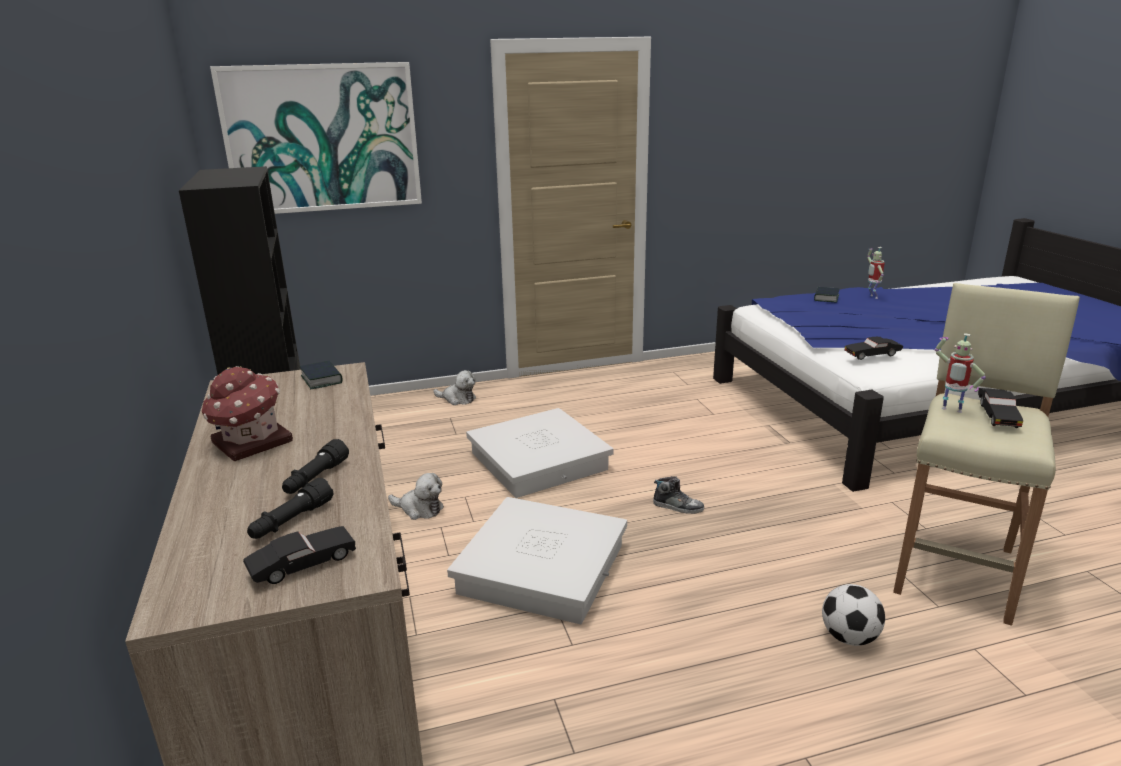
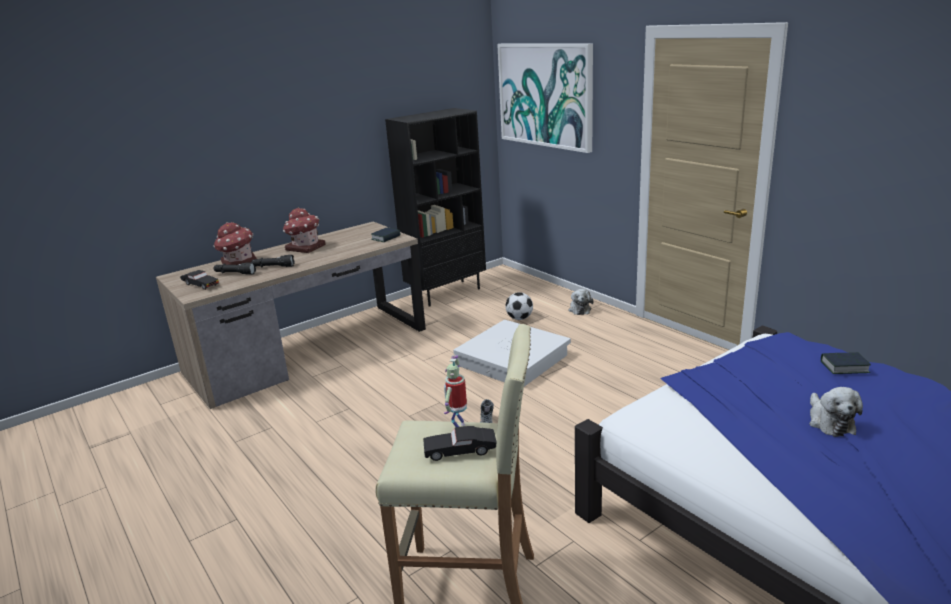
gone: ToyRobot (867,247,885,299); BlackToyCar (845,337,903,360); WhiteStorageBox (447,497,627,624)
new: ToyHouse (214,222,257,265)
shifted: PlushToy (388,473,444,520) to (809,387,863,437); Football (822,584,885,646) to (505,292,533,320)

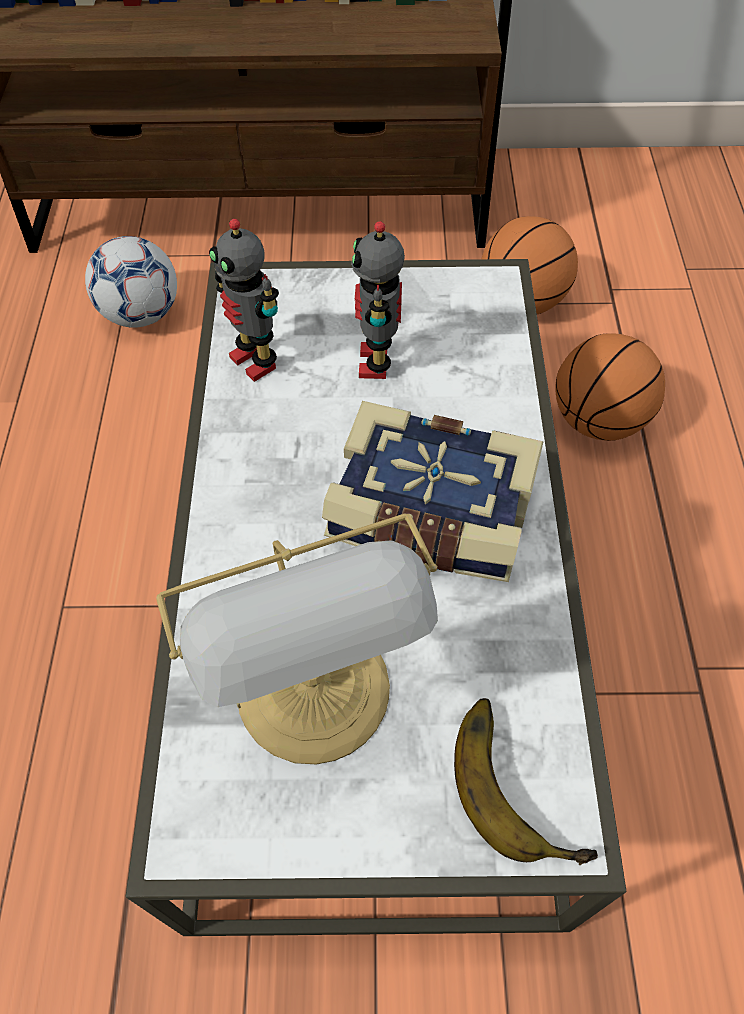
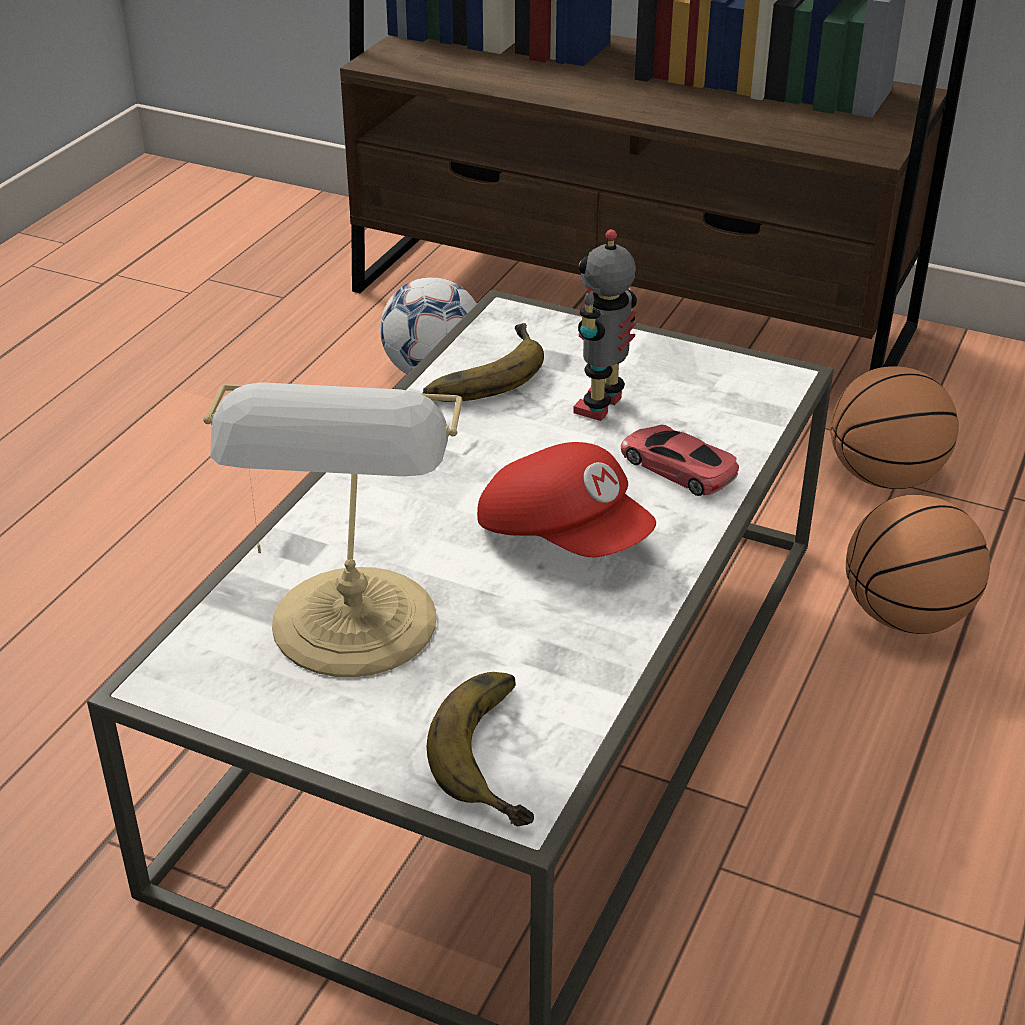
new: RedToyCar (621,425,739,496)
swapped: ToyRobot (209,219,279,382) to Banana (423,323,544,402); Book (322,401,543,582) to RedCap (477,442,656,557)

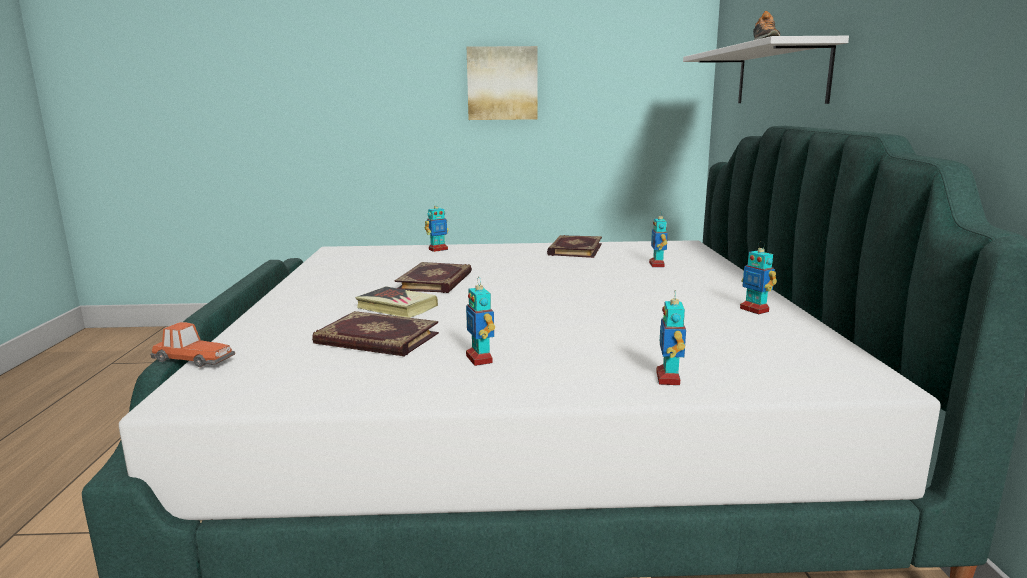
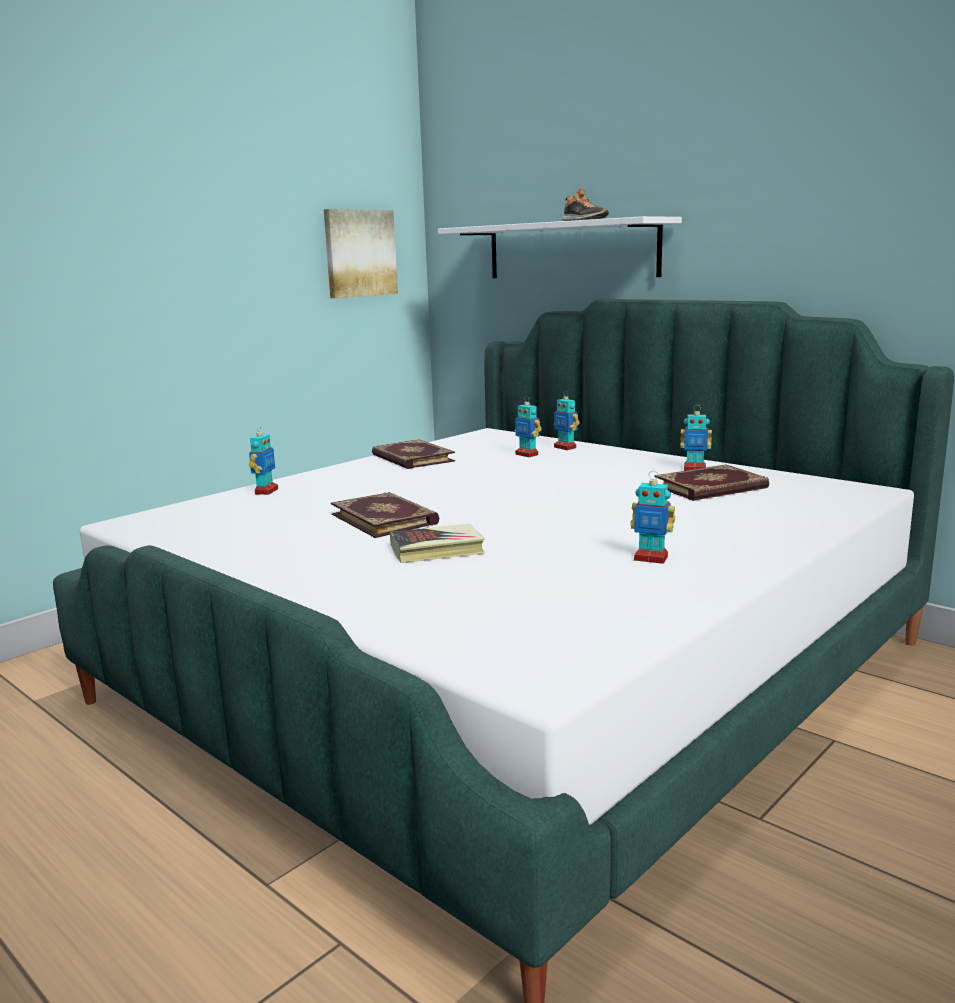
gone: ToyCar (150,322,236,367)
shifted: Picture (467,46,537,120) to (324,209,398,298); ToyRobot (656,290,686,385) to (554,395,580,450); Book (312,311,439,356) to (655,465,769,501)

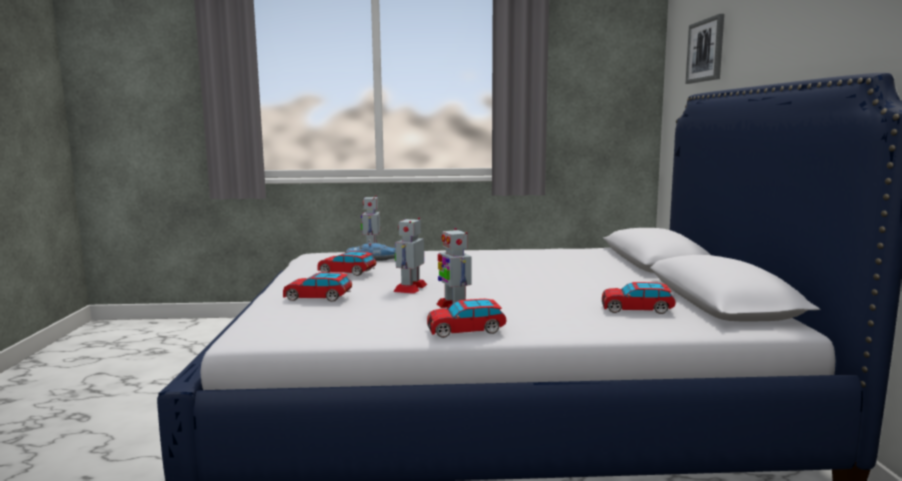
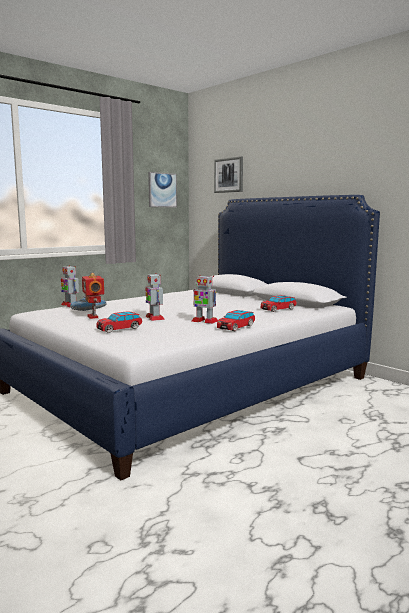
new: Picture (148,172,177,208)
swapped: ToyCar (317,251,376,276) to ToyRobot (82,273,104,319)

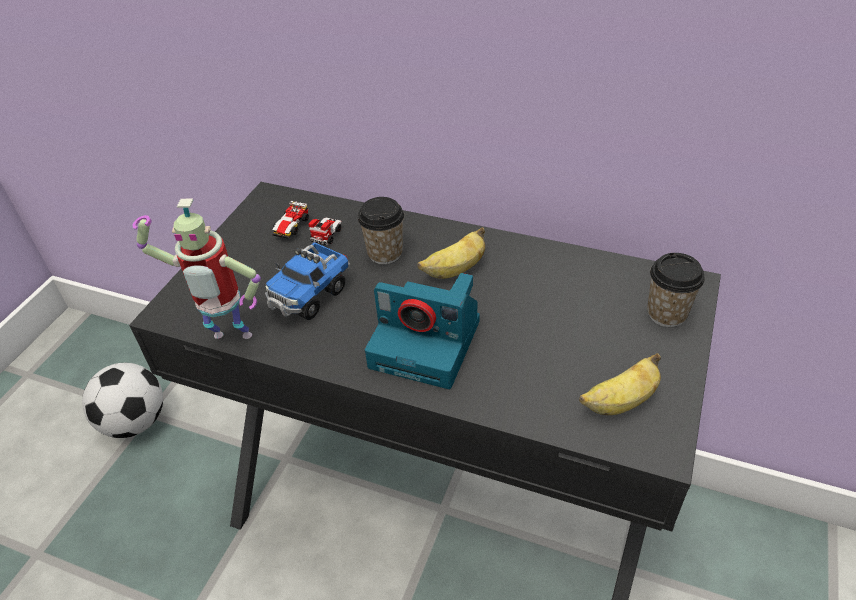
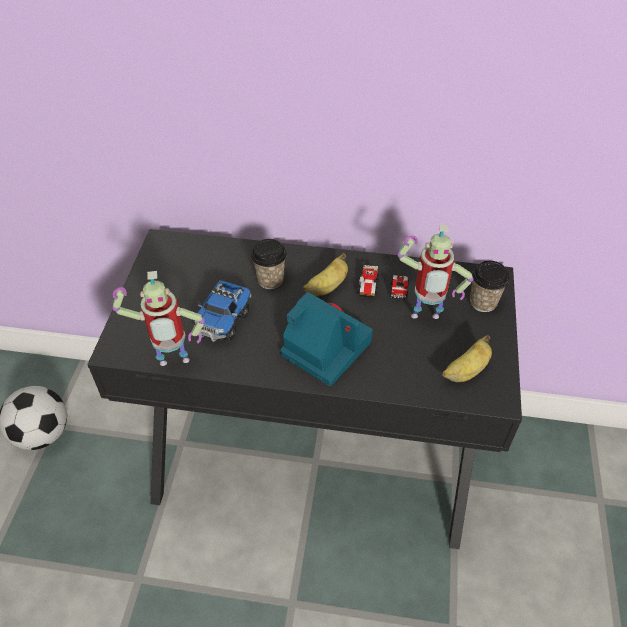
new: ToyRobot (397,225,474,319)
shifted: ToyCar (272,201,342,245) to (357,265,409,299)
rotated: PhotoCamera (365,273,479,389) = (280,292,373,386) 150 degrees counterclockwise

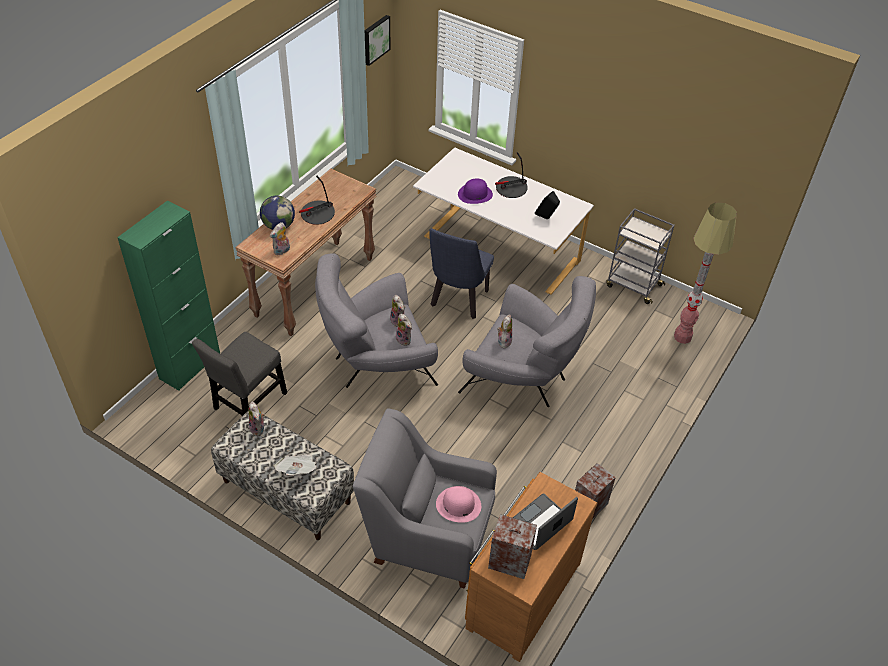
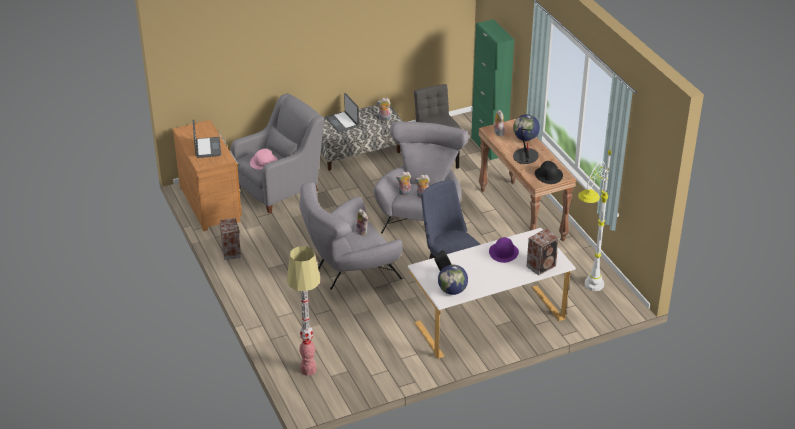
gone: Picture (365,15,391,66); TableLamp (495,152,528,198); GreyCart (606,208,675,304)
new: WhiteFloorLamp (578,147,612,291); BlackHat (535,161,563,184); Globe (438,265,468,295)
shifted: Speaker (488,514,537,579) to (526,229,559,276)
swapped: Newspaper (274,454,317,475) to Laptop (325,93,359,133)

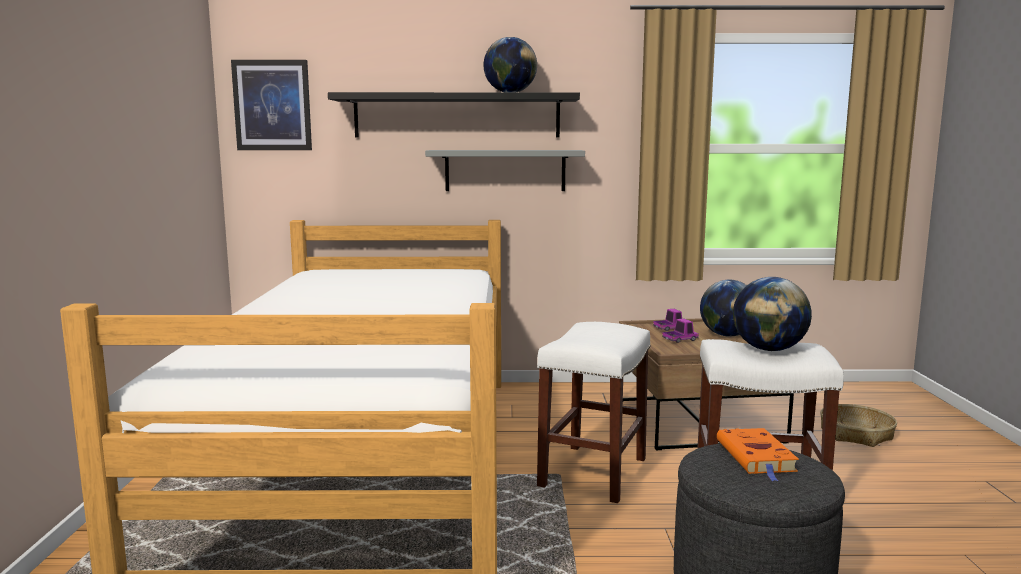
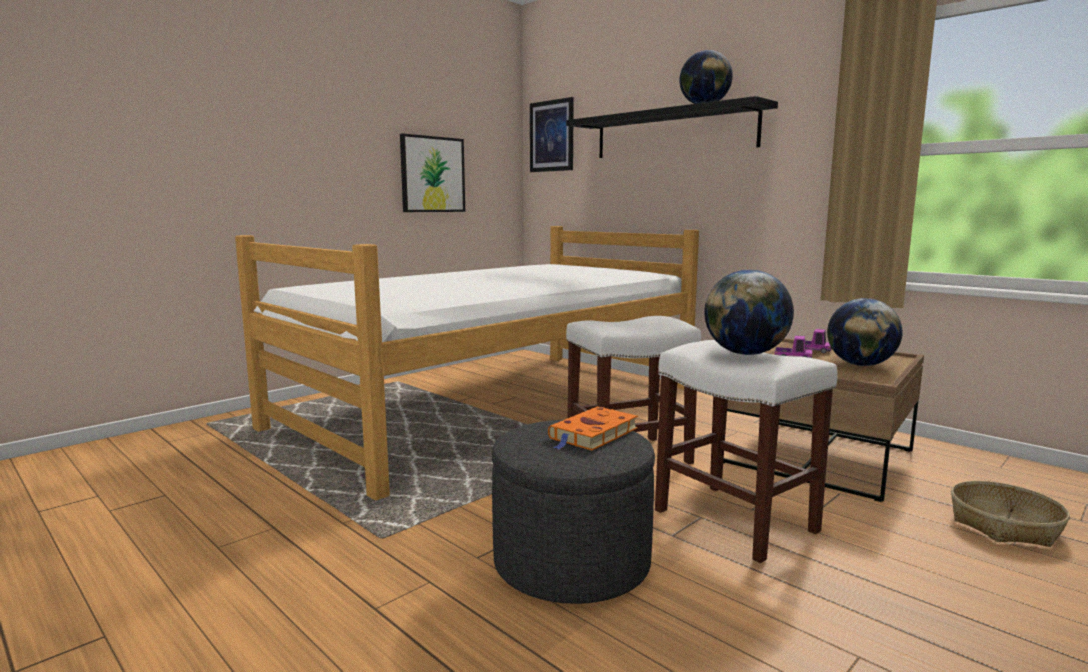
gone: GreyShelf (425,150,585,191)
new: Picture (400,133,465,212)

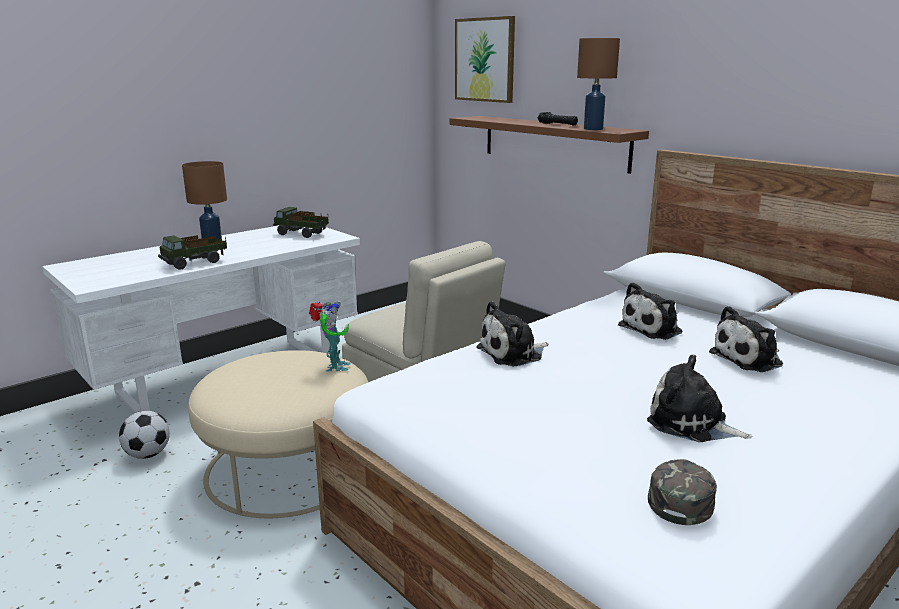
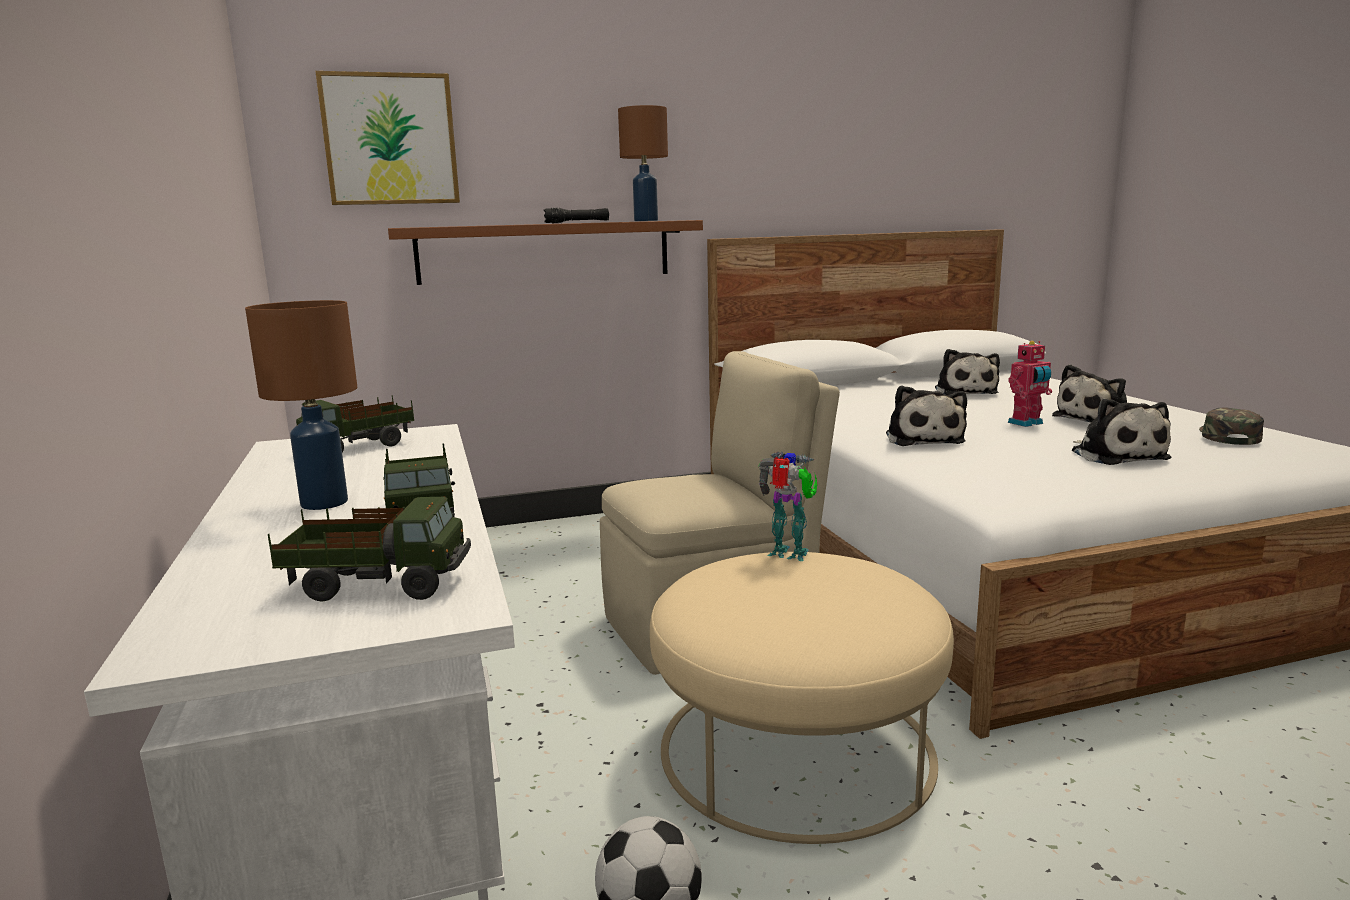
new: ToyRobot (1008,341,1052,427); ToyTruck (268,497,471,601)
shifted: PlushToy (618,282,682,340) to (1072,398,1171,465)
rotated: GreenCap (648,459,717,525) = (1199,408,1264,445) 60 degrees clockwise

